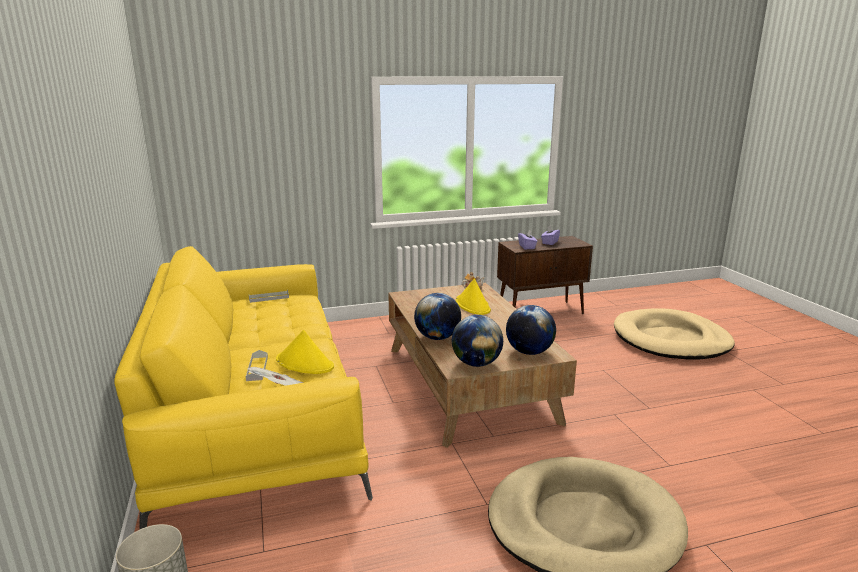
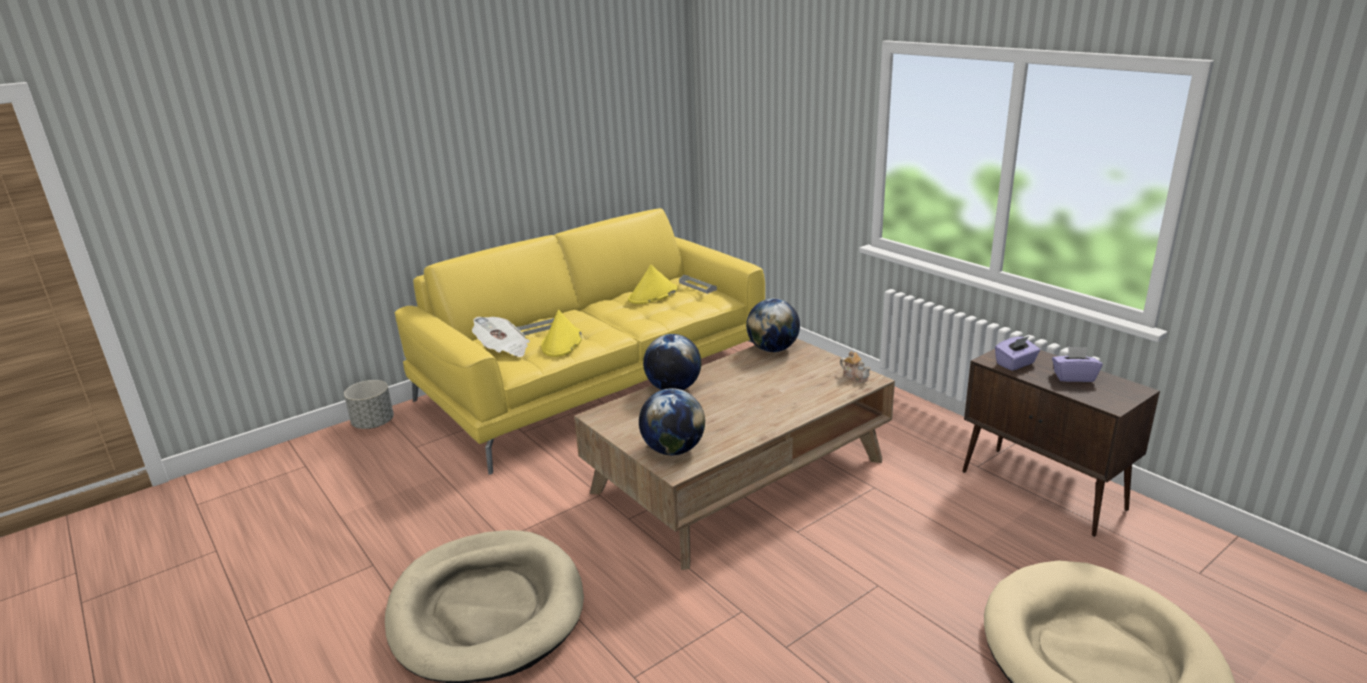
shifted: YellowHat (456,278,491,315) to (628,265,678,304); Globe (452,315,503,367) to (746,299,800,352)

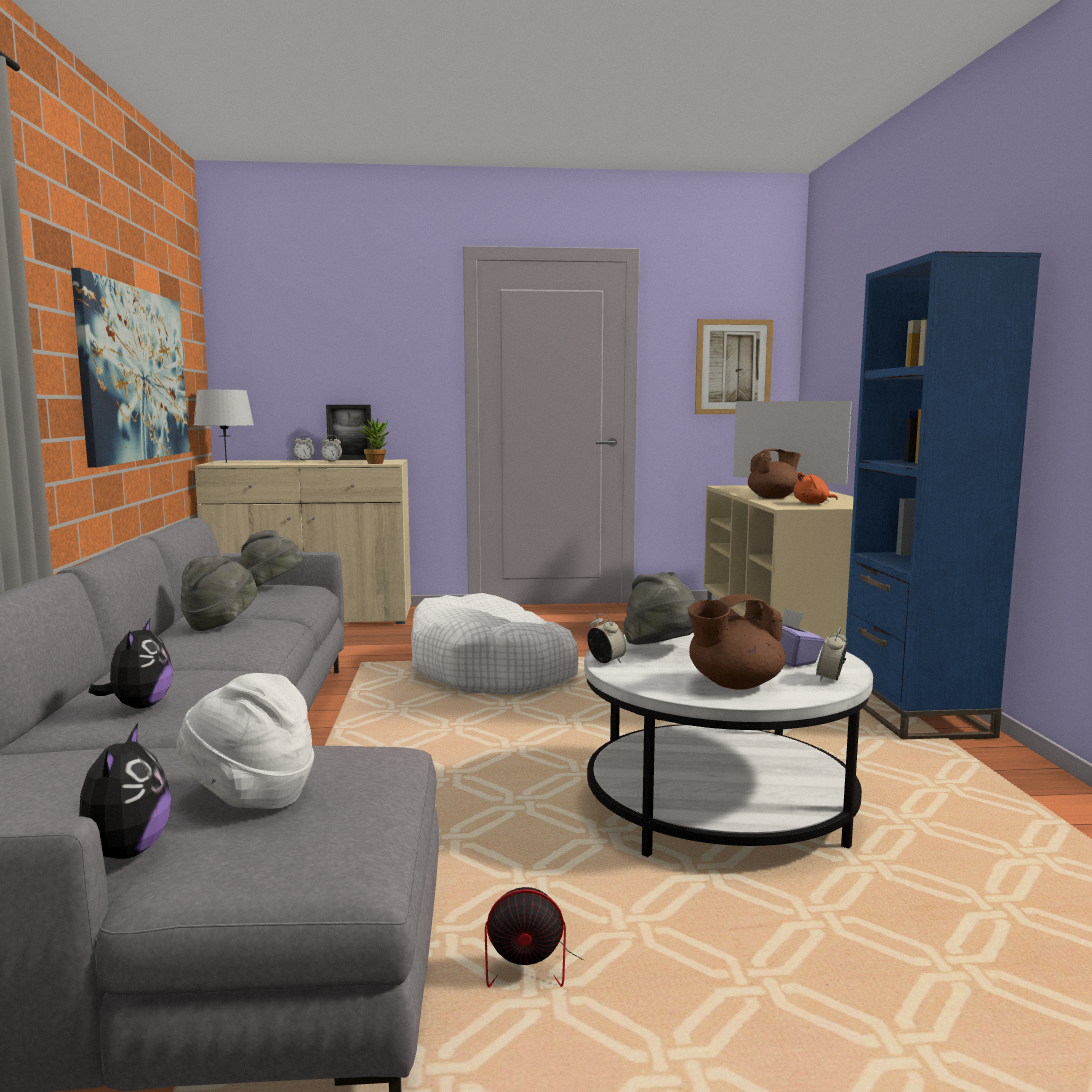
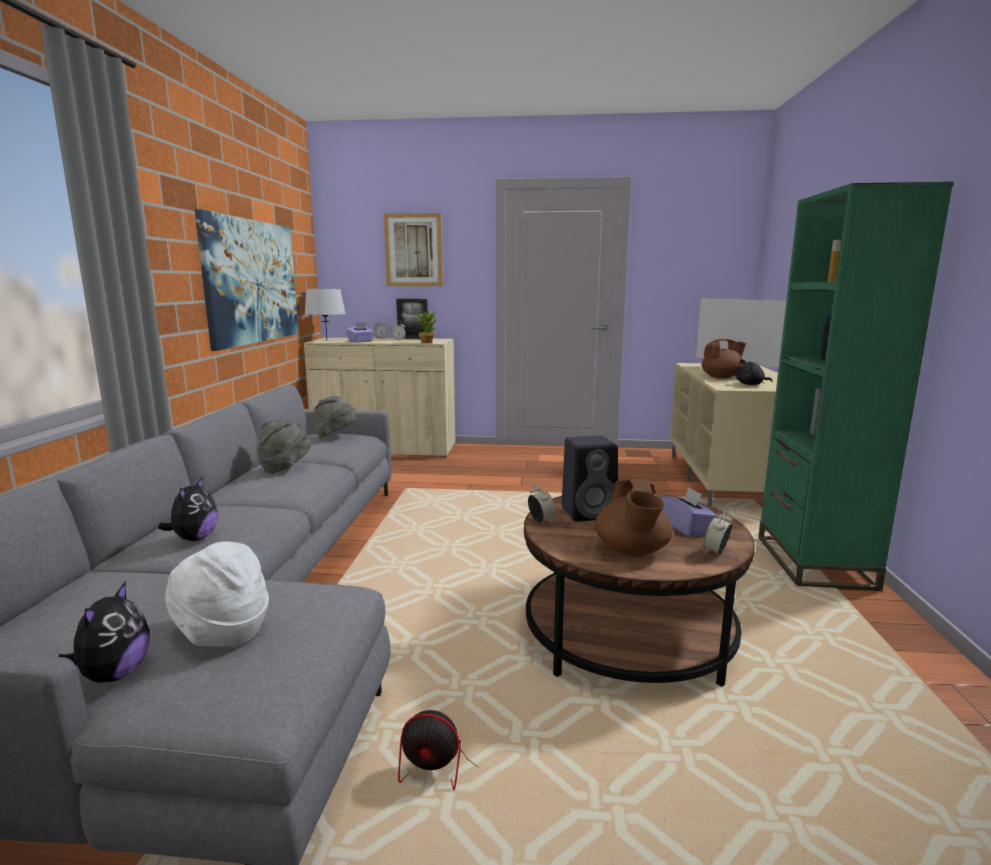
gone: WhiteDogBed (411,593,578,695)
new: PurpleTissueBox (346,322,375,343)
shifted: Picture (695,319,773,414) to (384,213,443,286)
swapped: GreyHat (624,572,698,645) to BlackSpeaker (561,435,618,522)
repainted: BlueBookcase (846,251,1041,740) to GreenBookcase (758,182,954,591); OrangePlushToy (793,472,838,504) to BlackPlushToy (735,359,773,385); WhiteCoffeeTable (584,632,873,857) to BrownCoffeeTable (524,490,755,687)
rotated: BrownTeapot (688,594,785,690) = (595,479,673,557) 75 degrees counterclockwise

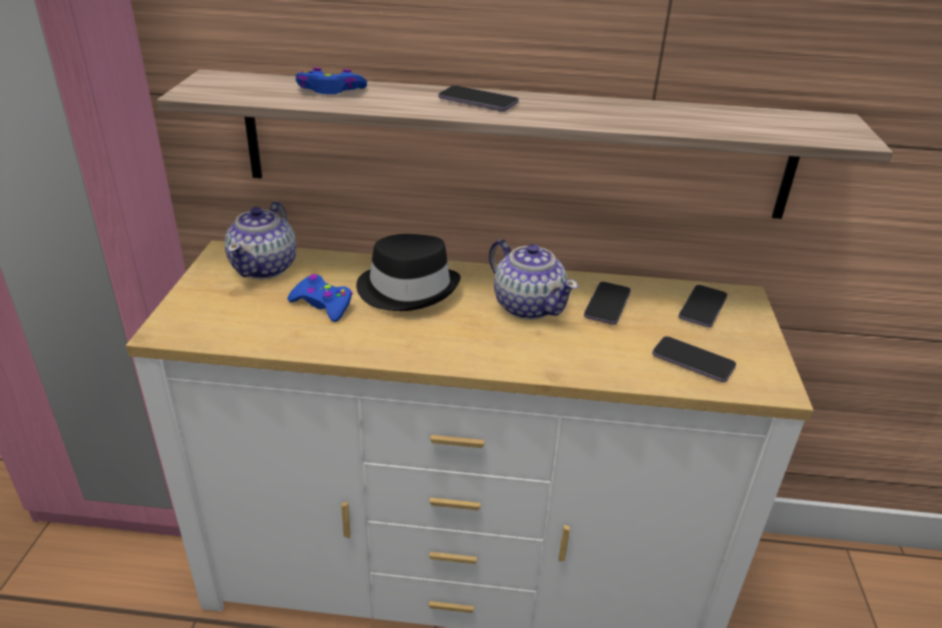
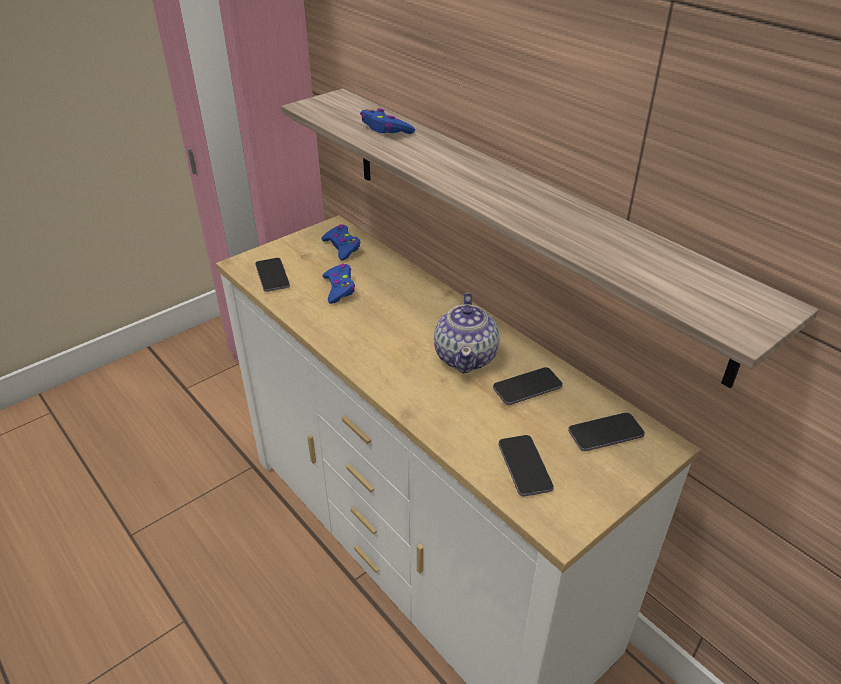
gone: BlackHat (356,234,461,311)
shifted: Phone (439,86,519,112) to (255,258,290,292)
swapped: Teapot (225,201,296,279) to BlueGameController (321,224,361,260)

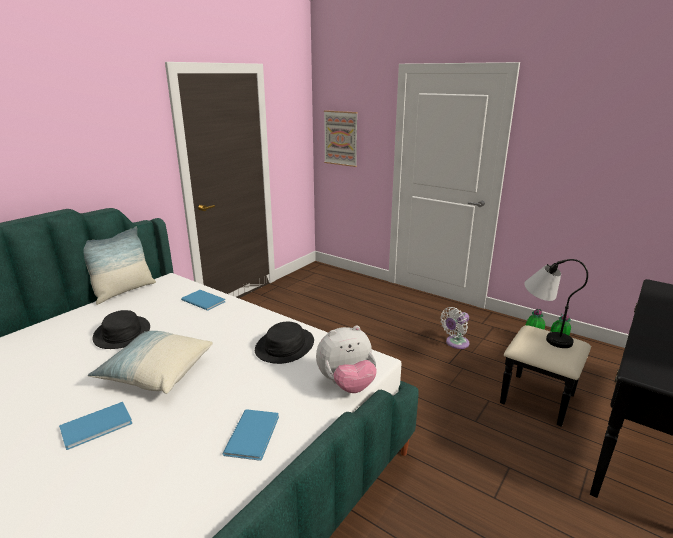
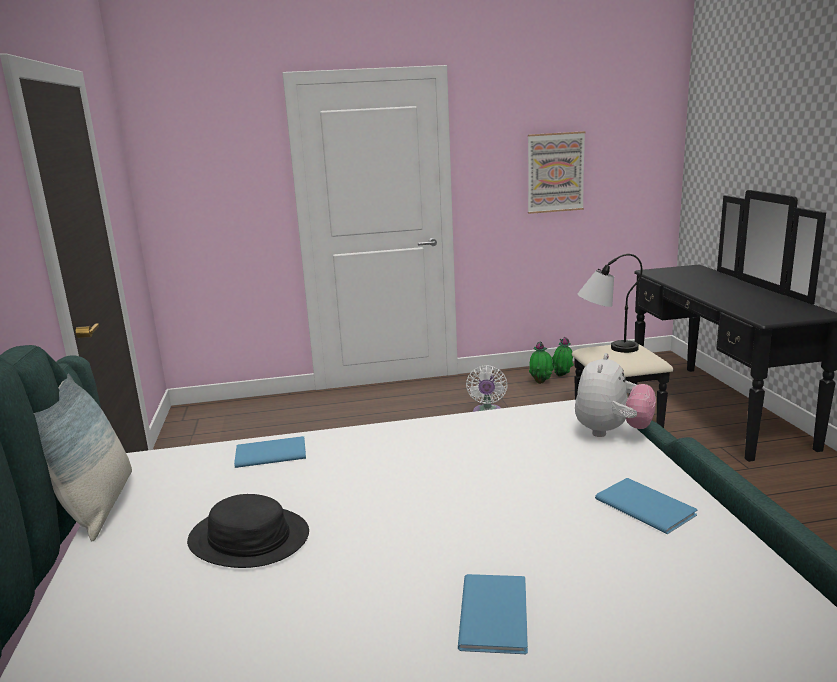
gone: BlackHat (255,322,314,364); Pillow (88,331,213,394)
shifted: Picture (324,110,358,167) to (528,131,585,214)

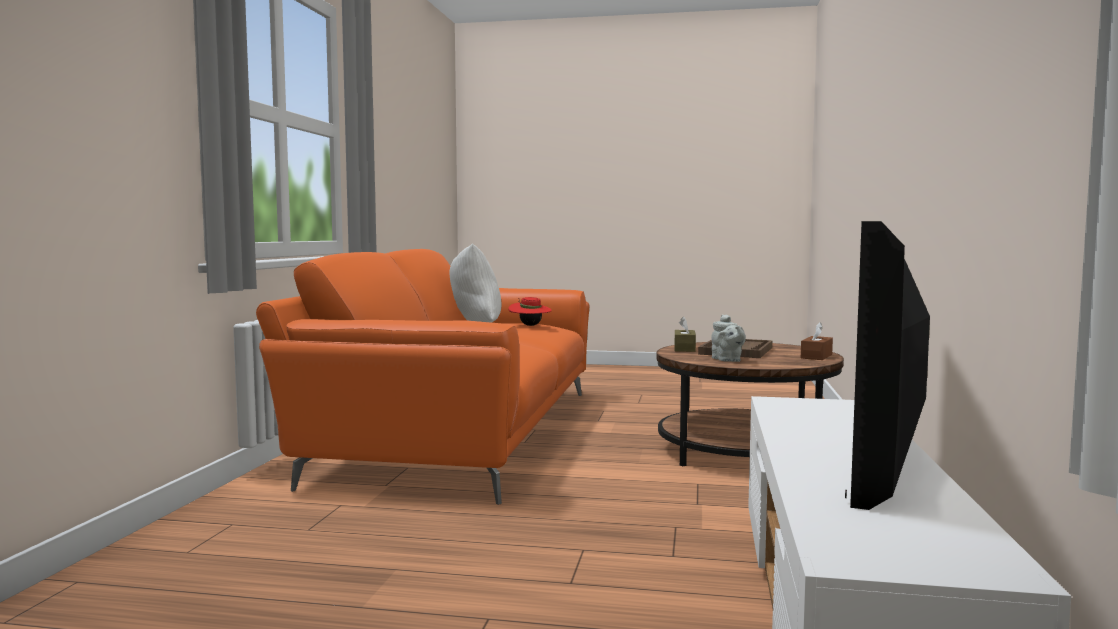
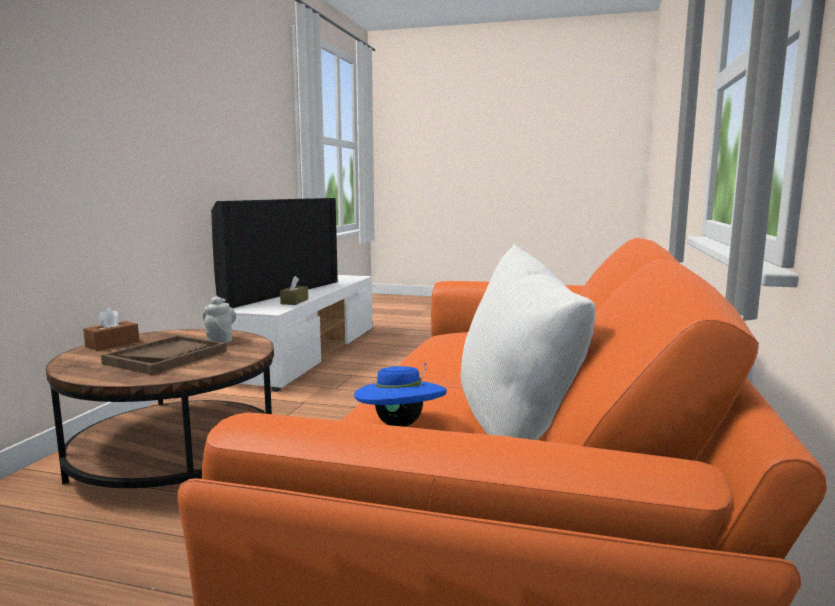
shifted: BrownTissueBox (675,316,696,352) to (280,276,308,305)
repainted: RedHat (508,297,552,326) to BlueHat (354,363,447,427)

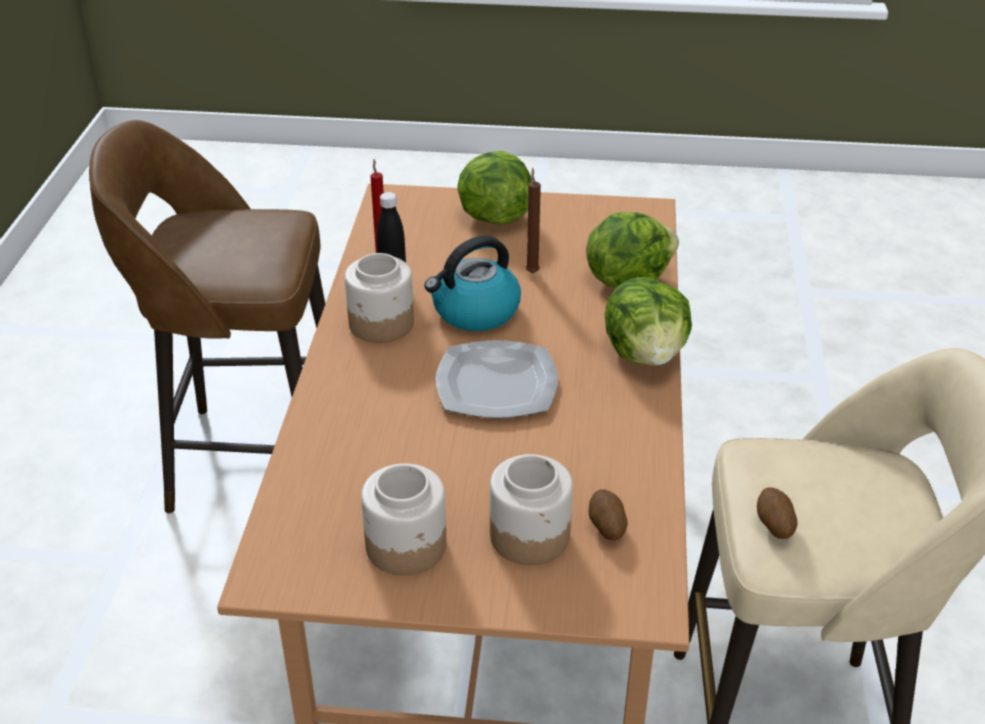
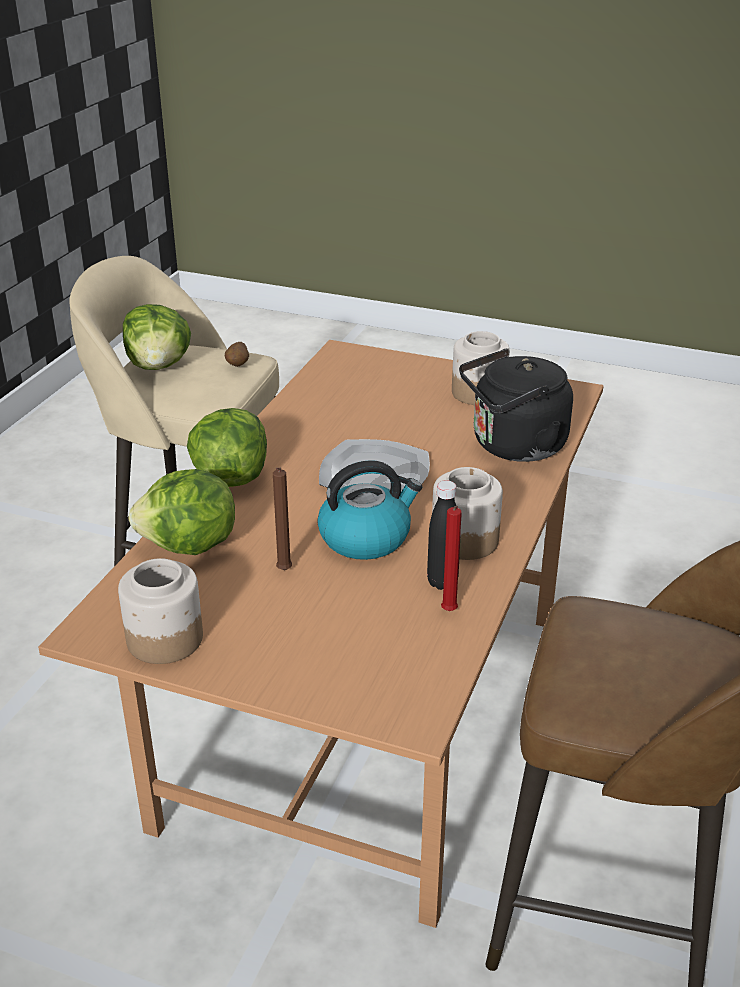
gone: Potato (589,489,628,540)
new: BlackKettle (459,349,573,462)
shifted: Lettuce (457,151,532,225) to (123,304,191,370); Jar (490,454,573,565) to (118,558,203,664)

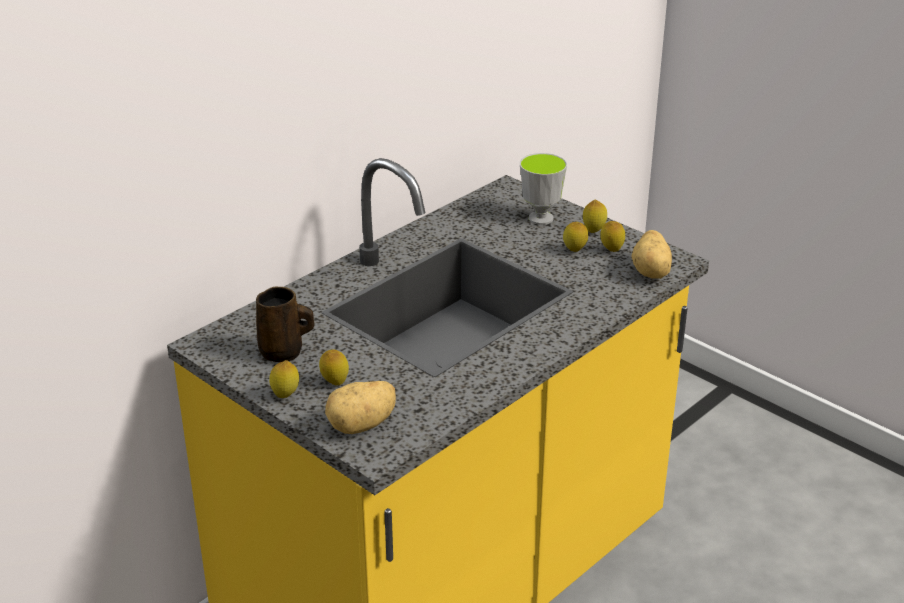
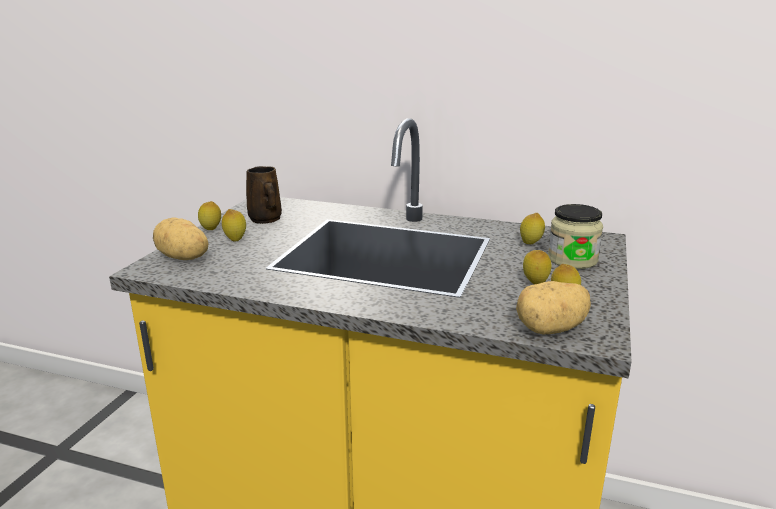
shifted: Lemon (583,200,607,233) to (520,213,545,244)
swapped: Cup (520,153,567,225) to Jar (548,204,603,269)

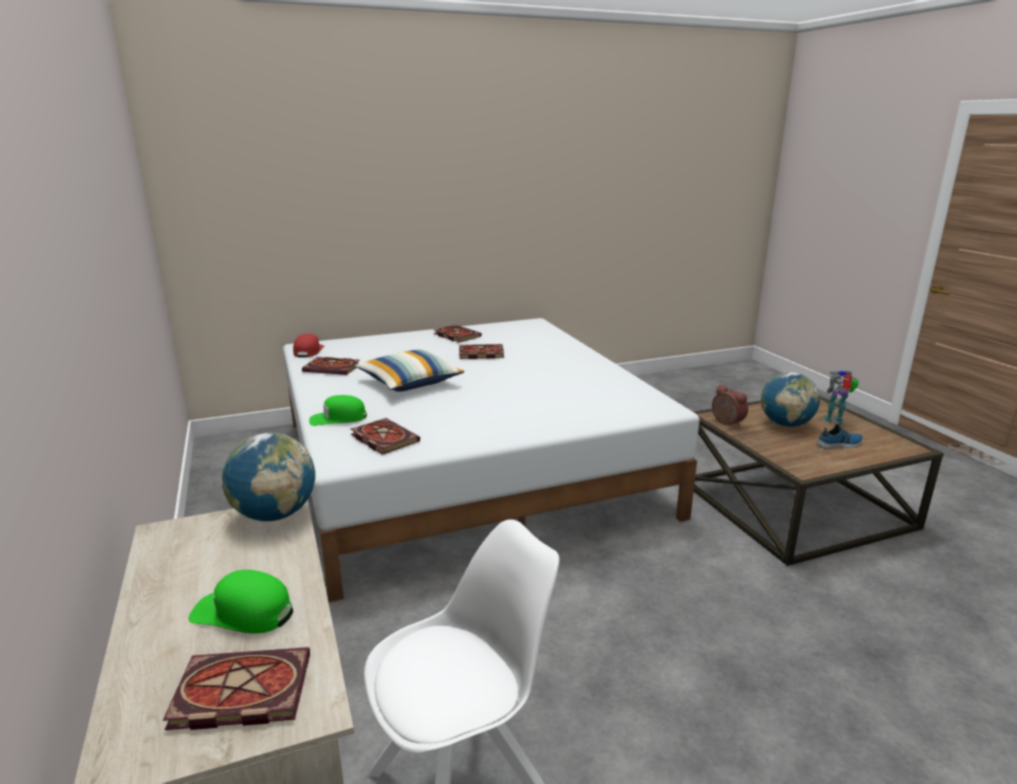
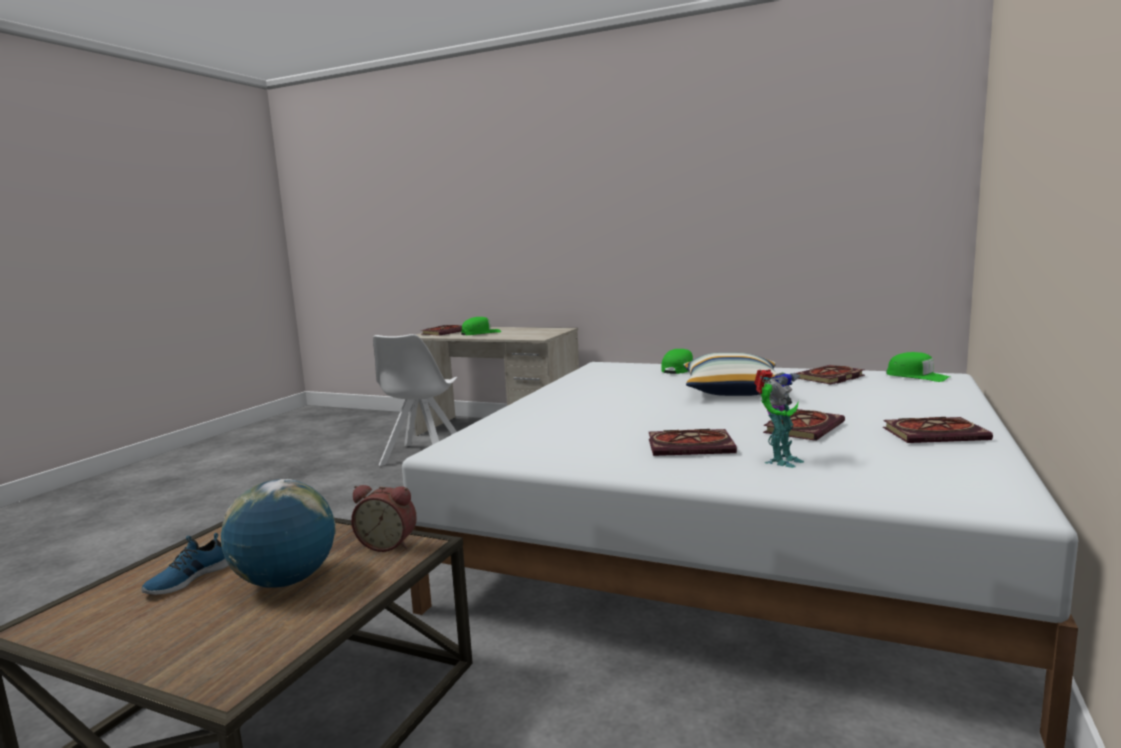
gone: Globe (222,433,315,521)
shifted: ToyRobot (823,370,859,424) to (754,369,804,468); Book (351,418,420,455) to (649,429,737,456)
repainted: RedCap (293,333,324,358) to GreenCap (886,352,950,382)

